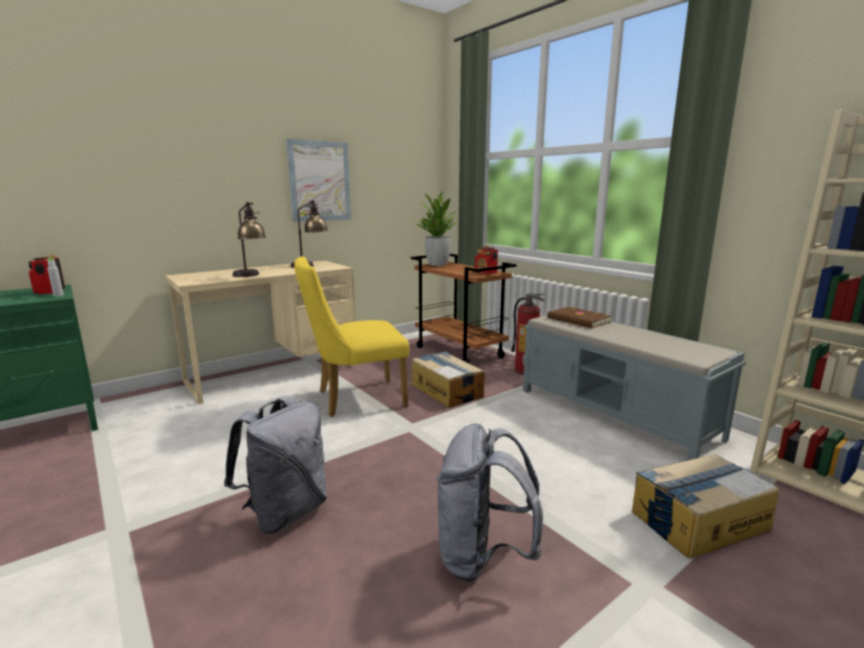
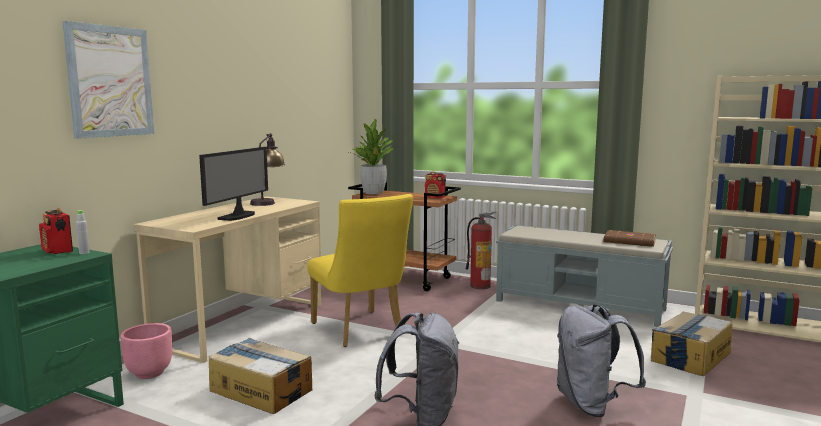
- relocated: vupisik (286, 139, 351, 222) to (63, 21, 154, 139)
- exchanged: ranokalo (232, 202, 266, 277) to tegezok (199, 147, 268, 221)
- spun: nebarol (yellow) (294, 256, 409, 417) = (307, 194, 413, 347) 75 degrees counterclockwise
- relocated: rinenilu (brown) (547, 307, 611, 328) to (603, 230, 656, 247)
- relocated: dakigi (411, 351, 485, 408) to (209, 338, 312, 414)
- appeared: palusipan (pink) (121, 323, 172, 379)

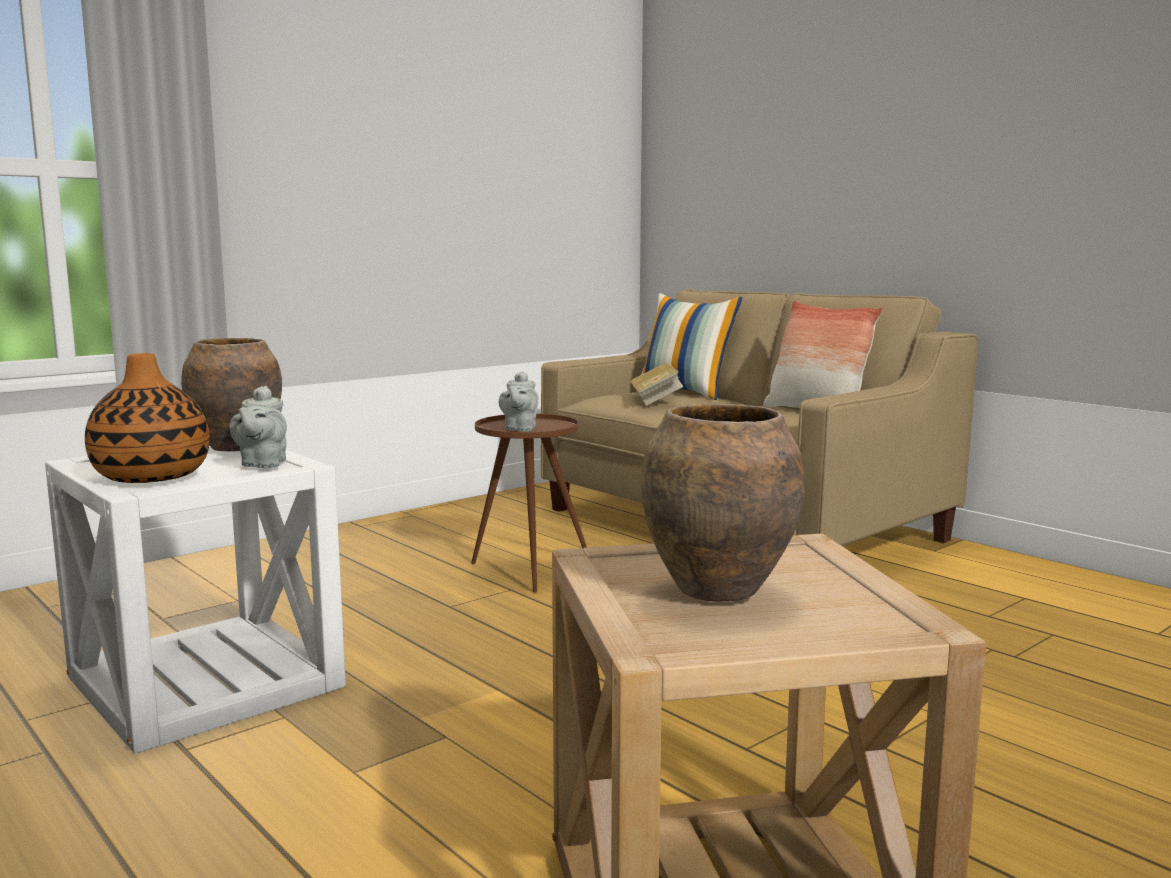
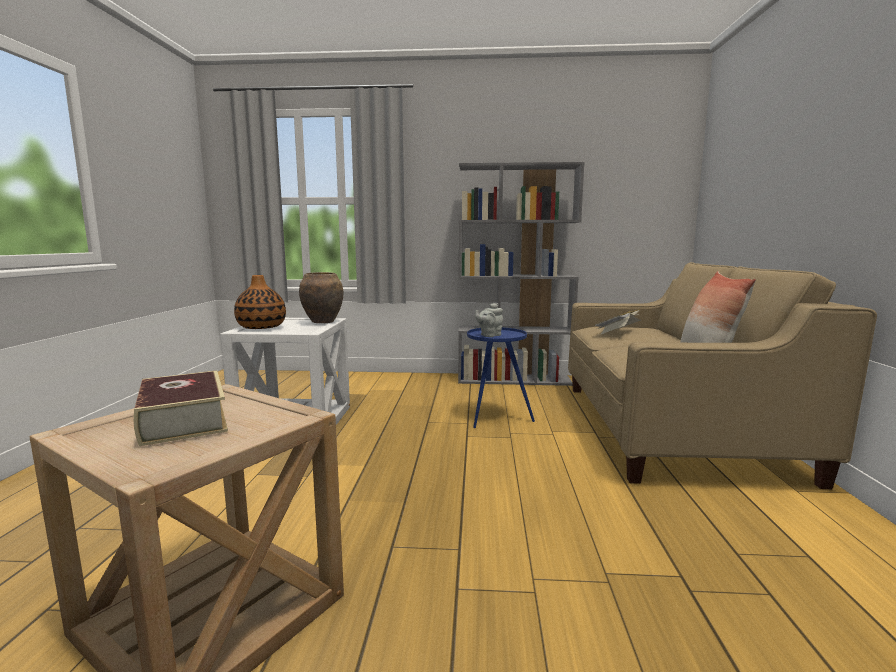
- missing: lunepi (641, 293, 742, 400)
- missing: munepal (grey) (230, 386, 287, 469)
- exchanged: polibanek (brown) (641, 404, 805, 602) to rinenilu (134, 370, 228, 446)
- colour: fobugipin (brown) (471, 414, 587, 592) to fobugipin (blue) (467, 327, 535, 428)
- appeared: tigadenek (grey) (458, 162, 585, 386)

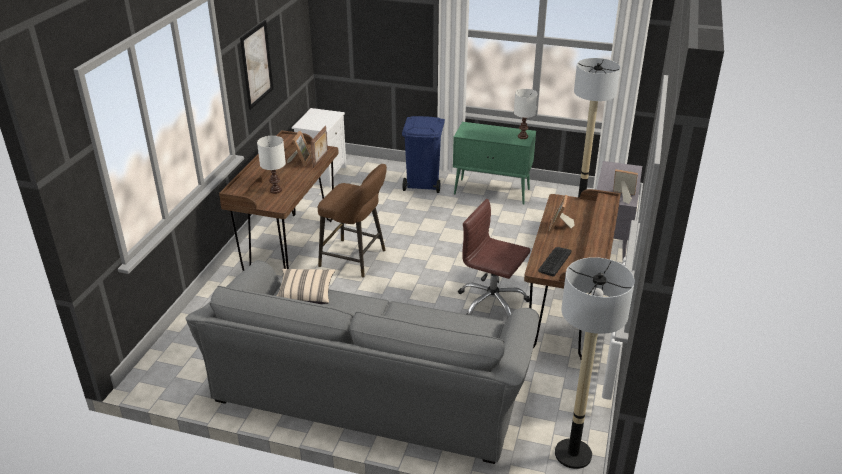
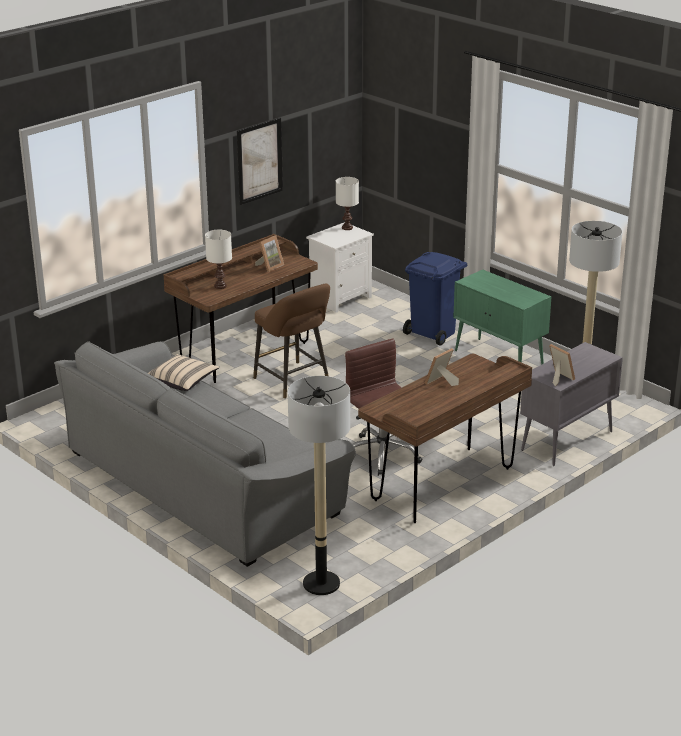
- relocated: ranokalo (white) (514, 89, 538, 139) to (336, 177, 359, 230)
- missing: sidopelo (311, 126, 328, 168)
- missing: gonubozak (538, 247, 571, 277)

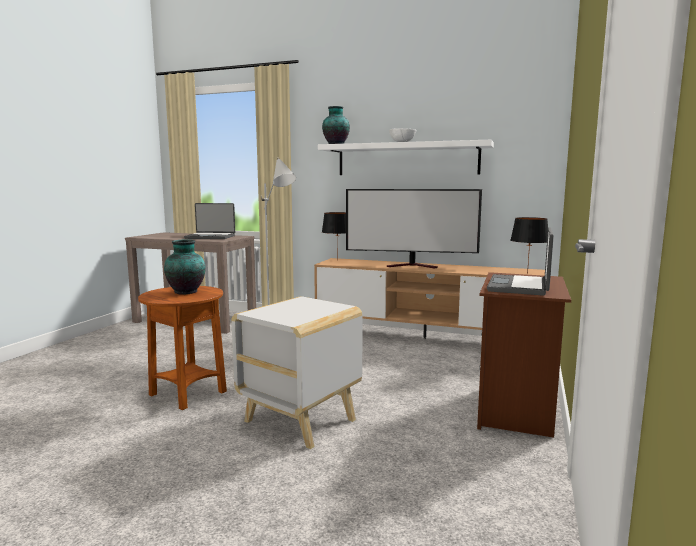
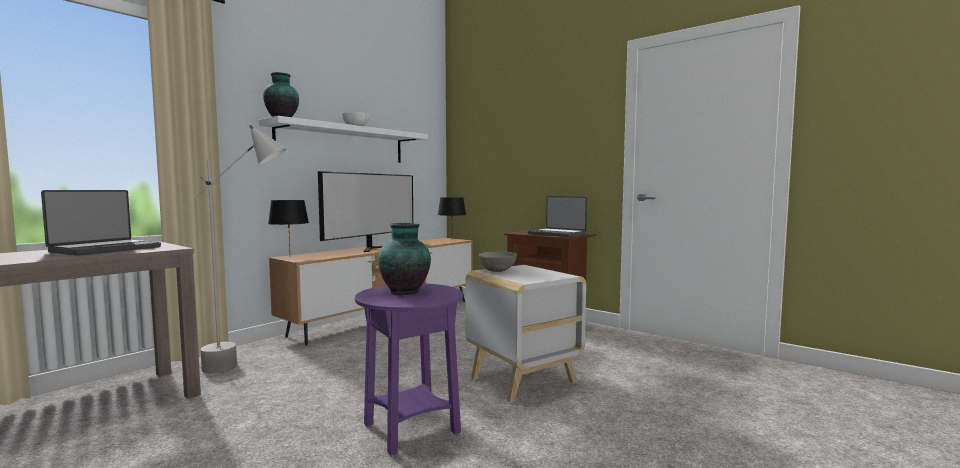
- colour: fobugipin (brown) (138, 286, 227, 410) to fobugipin (purple) (355, 284, 463, 456)
- appeared: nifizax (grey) (478, 252, 517, 272)

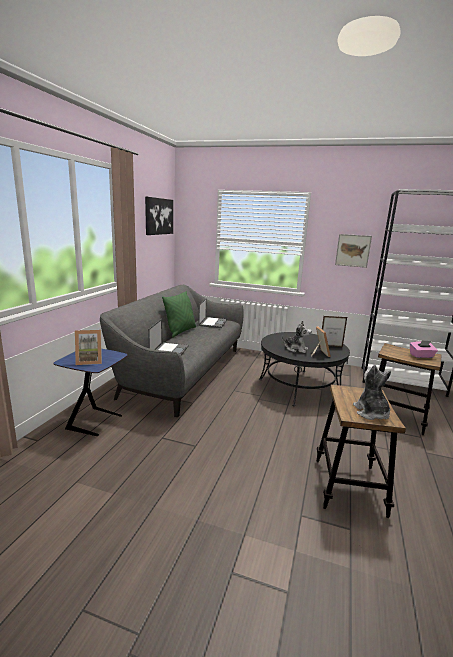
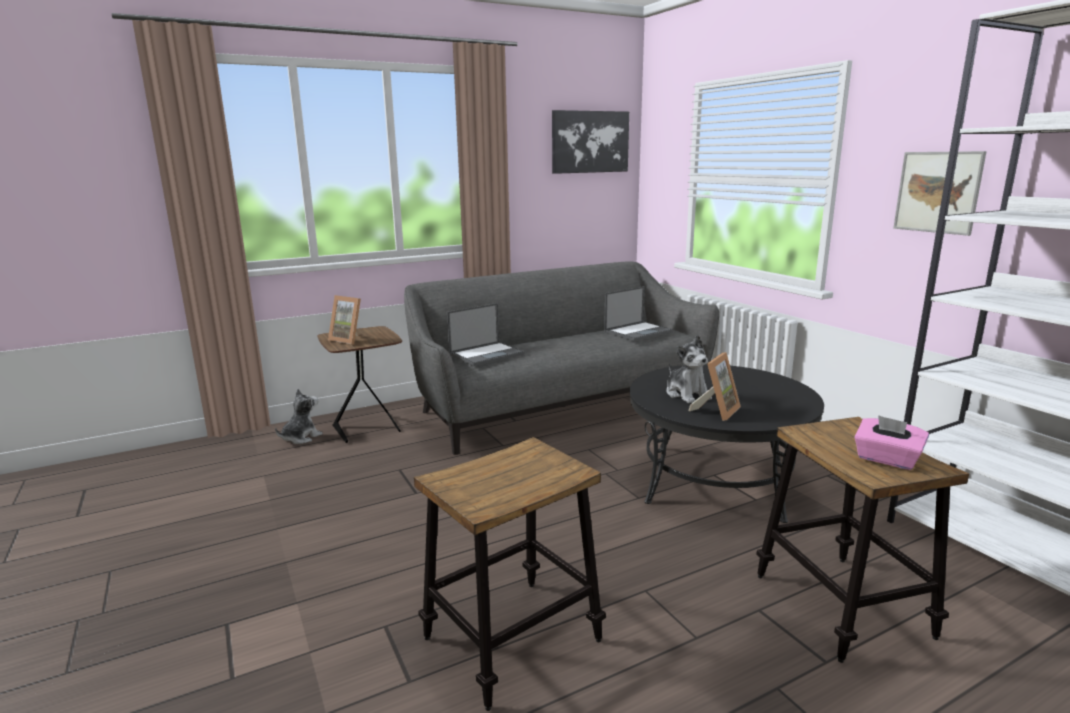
- missing: lunepi (green) (162, 291, 196, 338)
- missing: sidopelo (322, 316, 347, 347)
- colour: fobugipin (blue) (53, 349, 128, 436) to fobugipin (brown) (318, 326, 402, 443)
- relocated: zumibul (353, 365, 391, 420) to (275, 388, 323, 444)

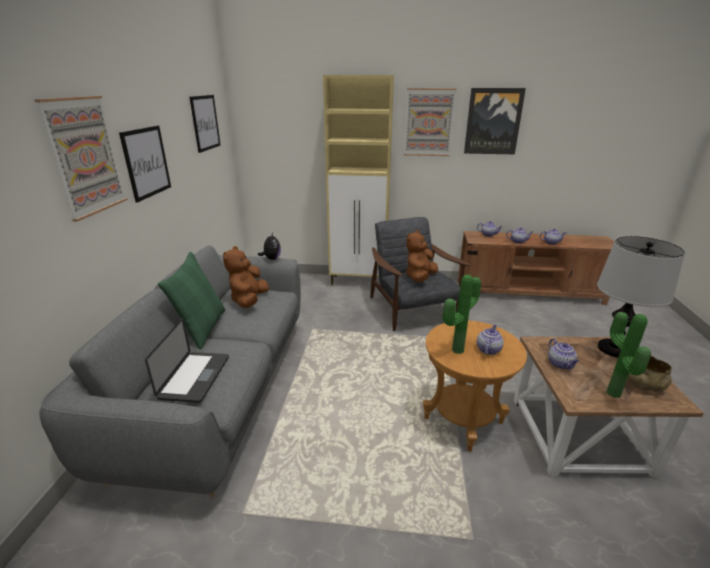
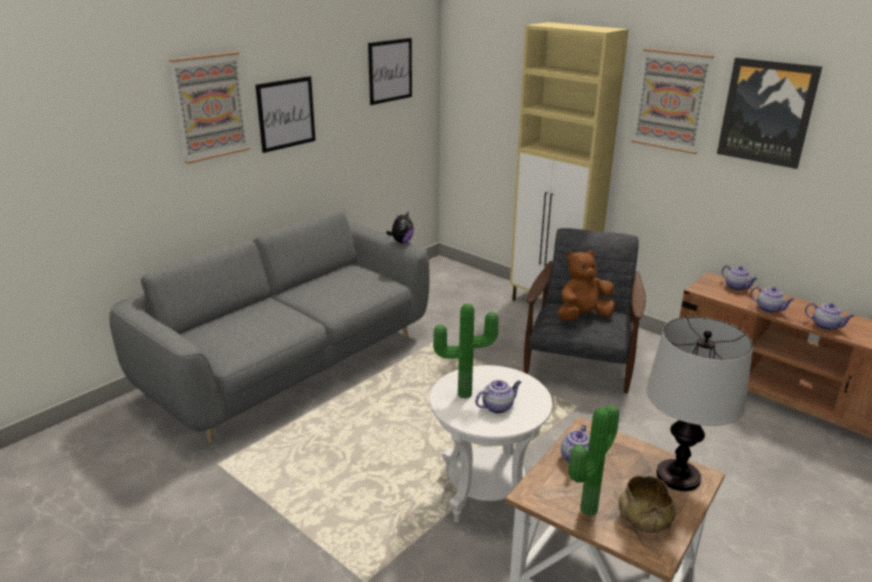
- missing: zumibul (brown) (223, 246, 269, 308)
- missing: lunepi (green) (158, 252, 225, 349)
- missing: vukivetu (145, 318, 229, 403)
- colour: fobugipin (brown) (423, 321, 527, 452) to fobugipin (white) (430, 365, 552, 523)

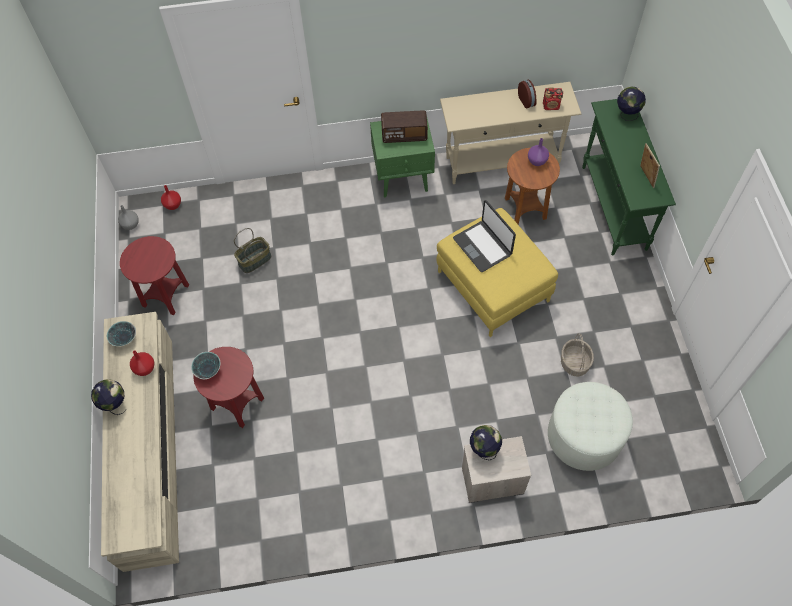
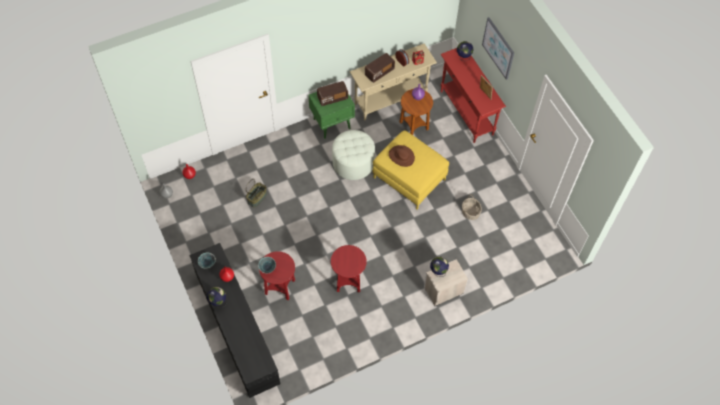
- colour: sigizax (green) (582, 99, 676, 255) to sigizax (red) (441, 48, 506, 143)
- exchanged: vukivetu (453, 200, 516, 272) to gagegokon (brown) (389, 145, 415, 167)
- relocated: fobugipin (red) (120, 236, 189, 315) to (331, 245, 367, 292)
- colour: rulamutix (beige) (101, 312, 179, 572) to rulamutix (black) (189, 243, 280, 398)
- relocated: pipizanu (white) (548, 382, 633, 471) to (332, 130, 375, 180)
- appeared: vupisik (482, 17, 514, 80)
- appeared: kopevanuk (365, 53, 395, 83)

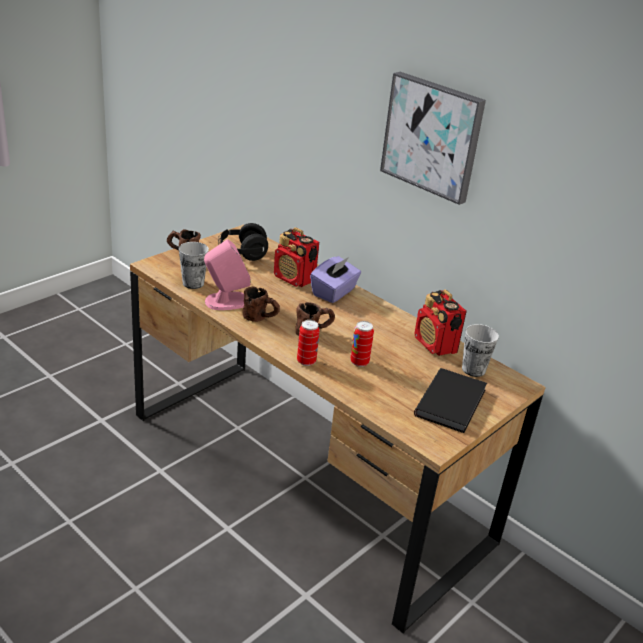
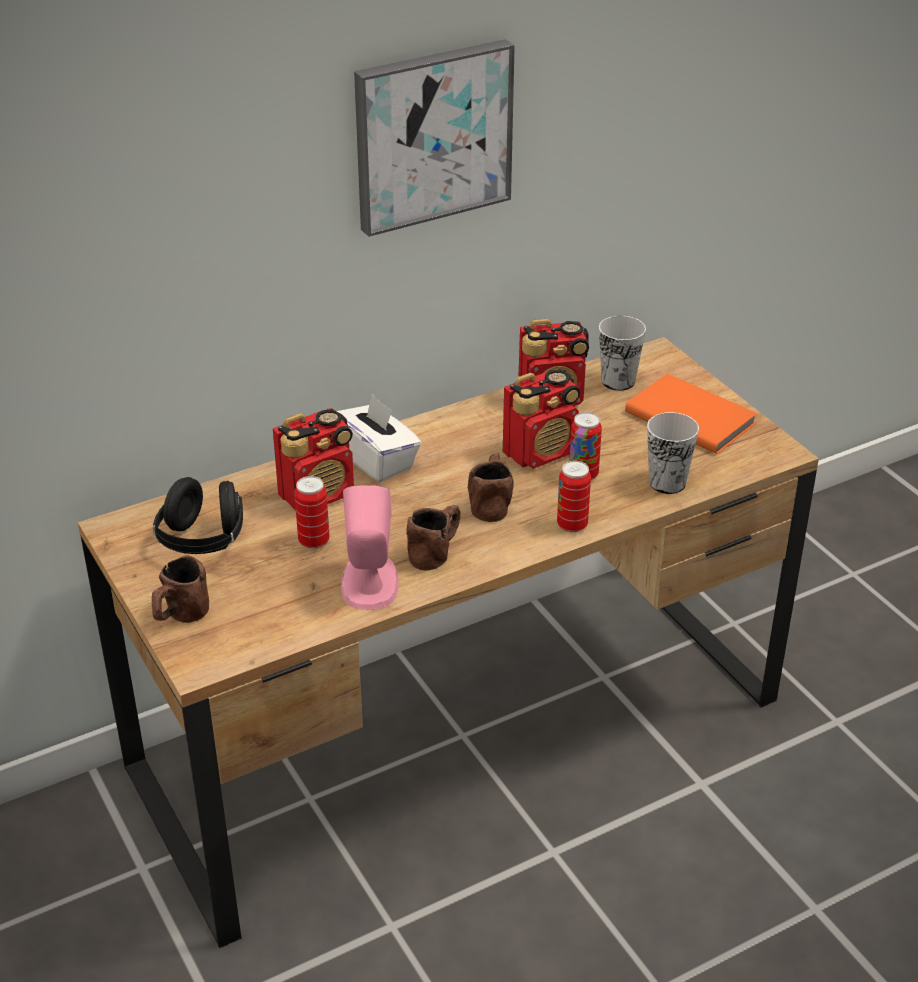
- relocated: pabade (179, 242, 209, 289) to (647, 412, 699, 494)
- colour: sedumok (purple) (310, 256, 361, 303) to sedumok (white) (337, 394, 421, 482)
- colour: rinenilu (black) (414, 368, 487, 433) to rinenilu (orange) (625, 374, 757, 454)
- appeared: kopevanuk (503, 369, 580, 469)
- appeared: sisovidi (294, 476, 330, 549)

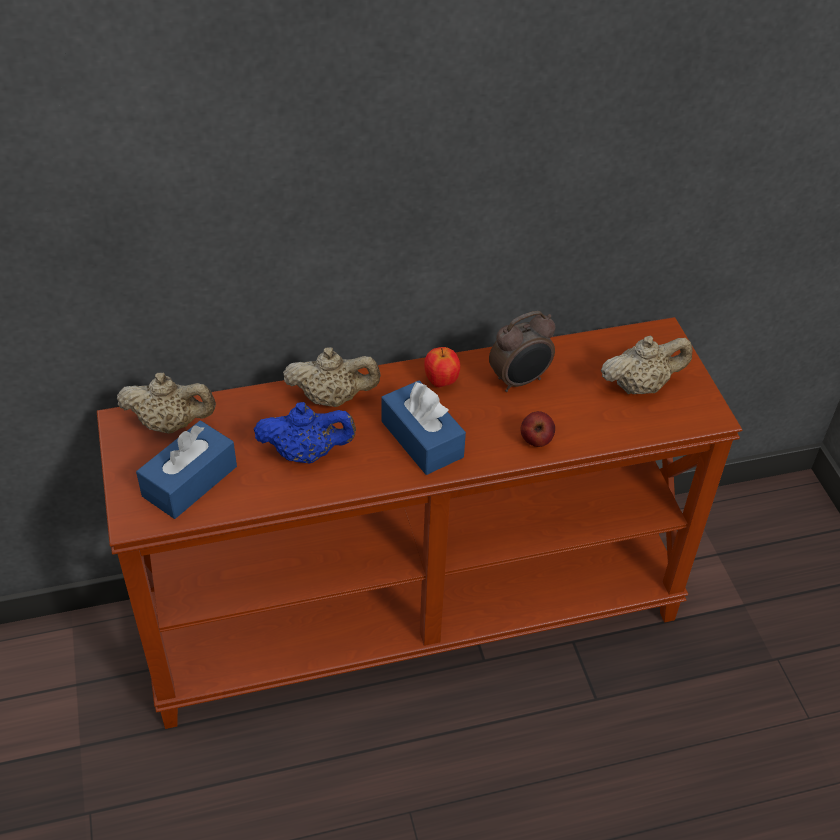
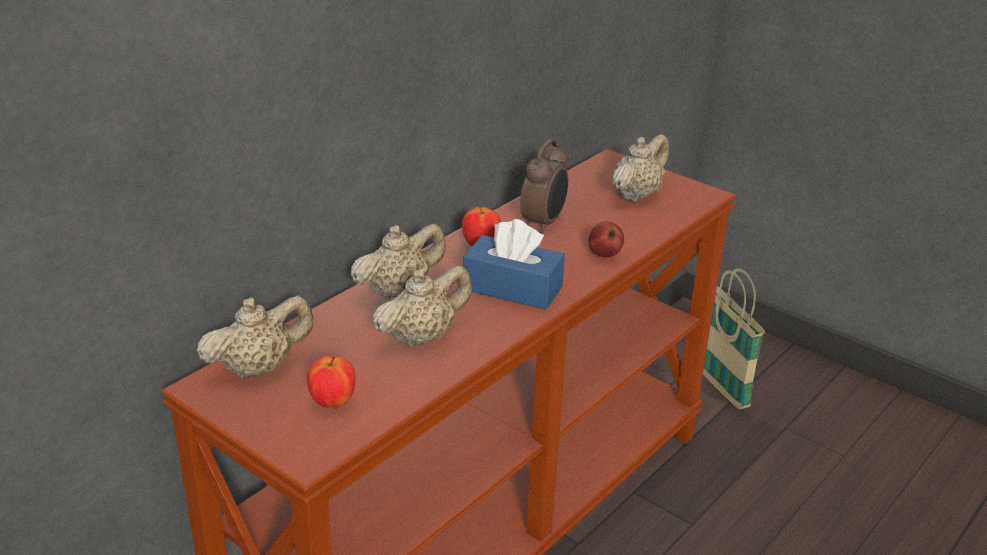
- colour: munepal (blue) (254, 402, 356, 463) to munepal (beige) (373, 265, 472, 347)
- exchanged: sedumok (blue) (136, 421, 237, 519) to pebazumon (307, 356, 356, 408)
- appeared: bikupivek (703, 268, 765, 409)

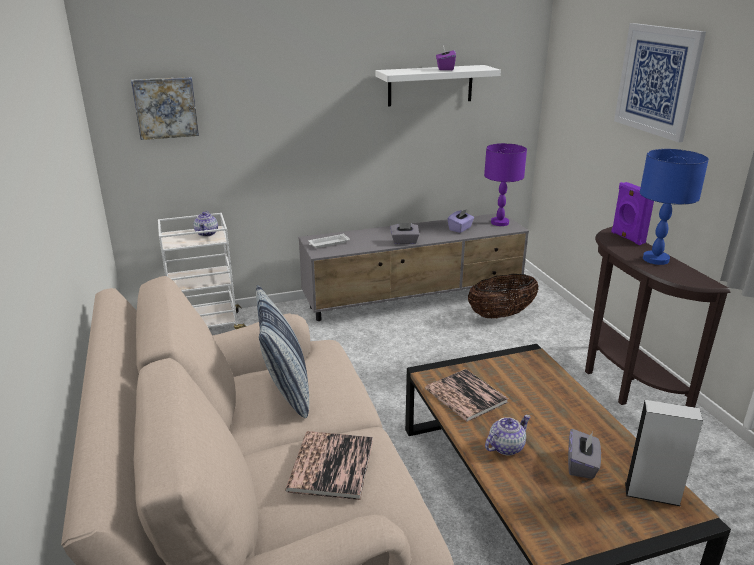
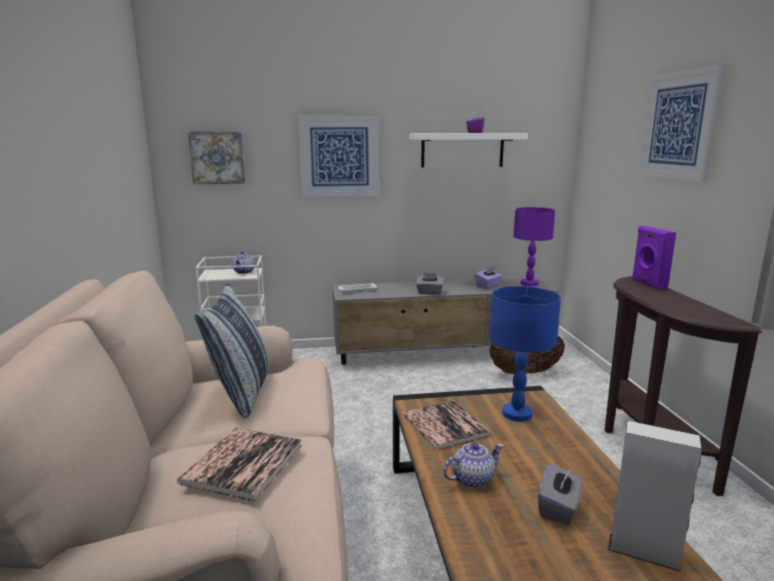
- relocated: ranokalo (blue) (640, 149, 709, 265) to (489, 286, 561, 422)
- appeared: vupisik (298, 115, 379, 197)

